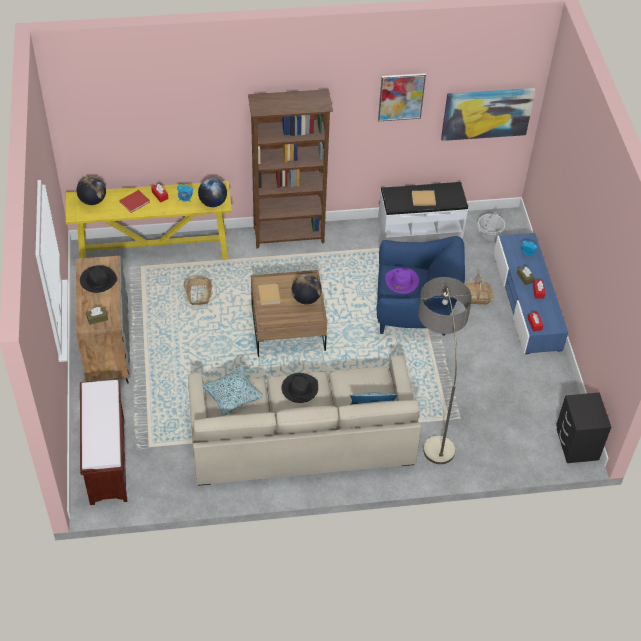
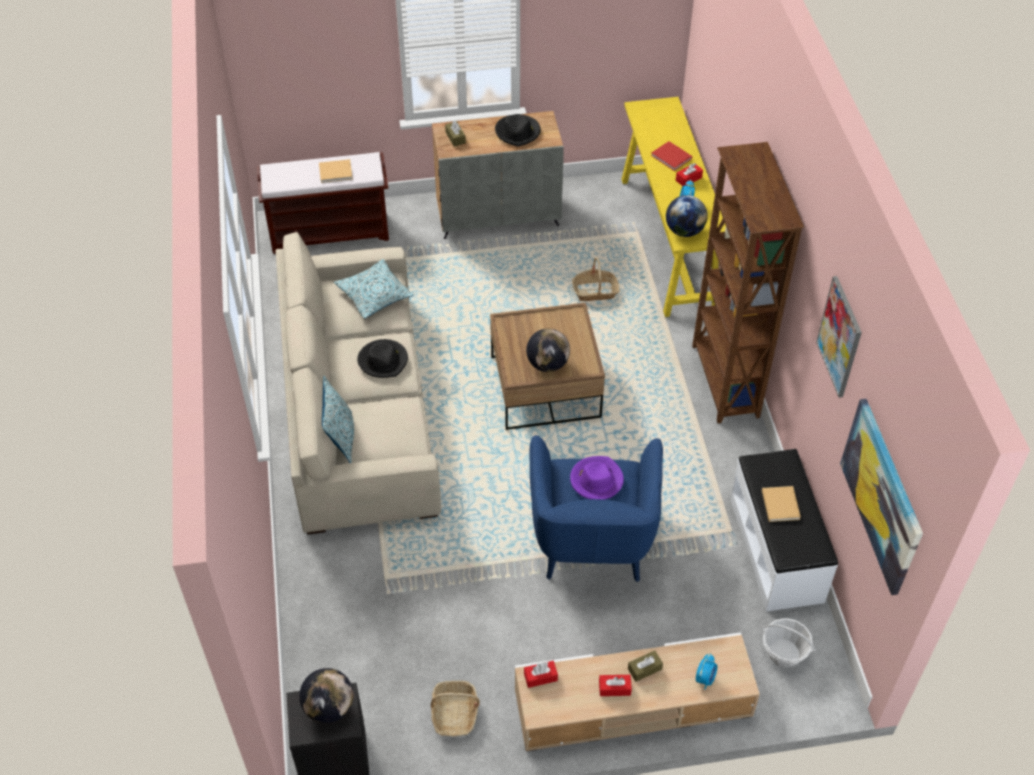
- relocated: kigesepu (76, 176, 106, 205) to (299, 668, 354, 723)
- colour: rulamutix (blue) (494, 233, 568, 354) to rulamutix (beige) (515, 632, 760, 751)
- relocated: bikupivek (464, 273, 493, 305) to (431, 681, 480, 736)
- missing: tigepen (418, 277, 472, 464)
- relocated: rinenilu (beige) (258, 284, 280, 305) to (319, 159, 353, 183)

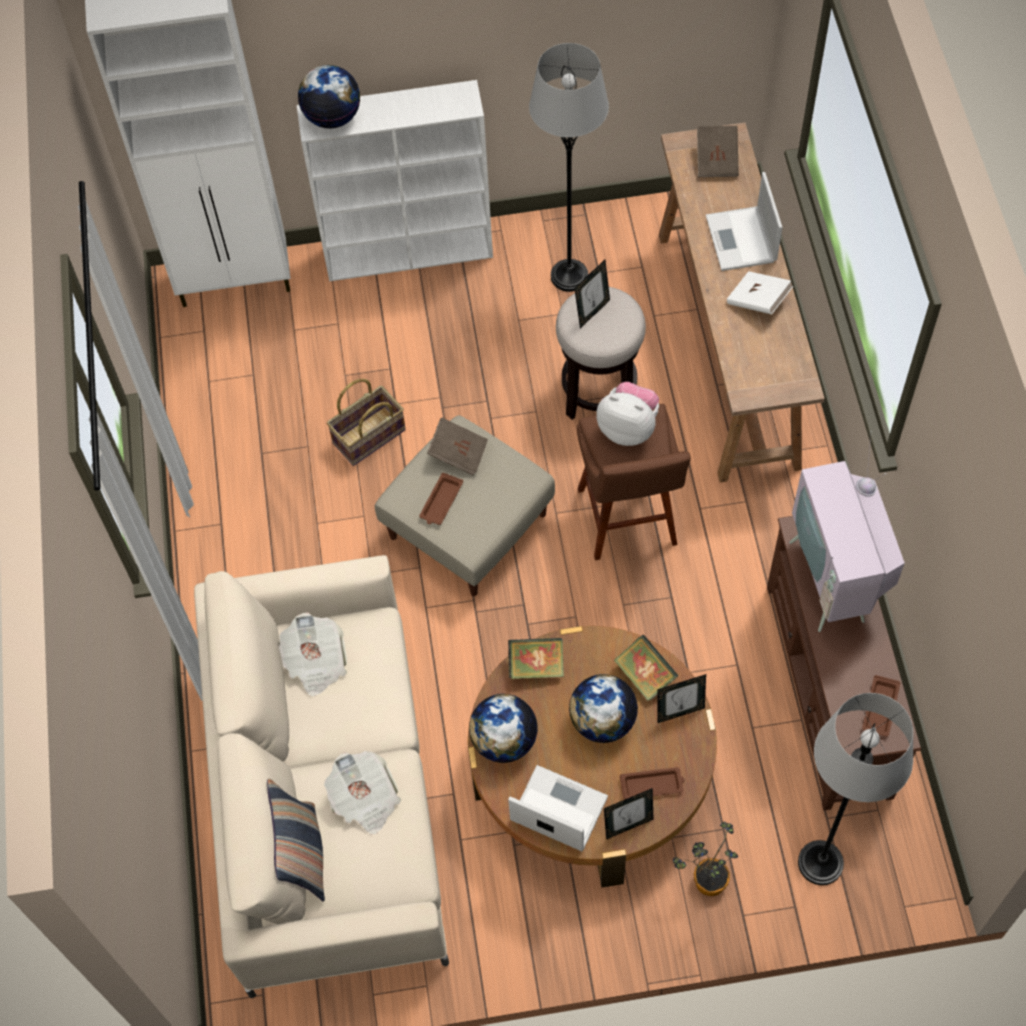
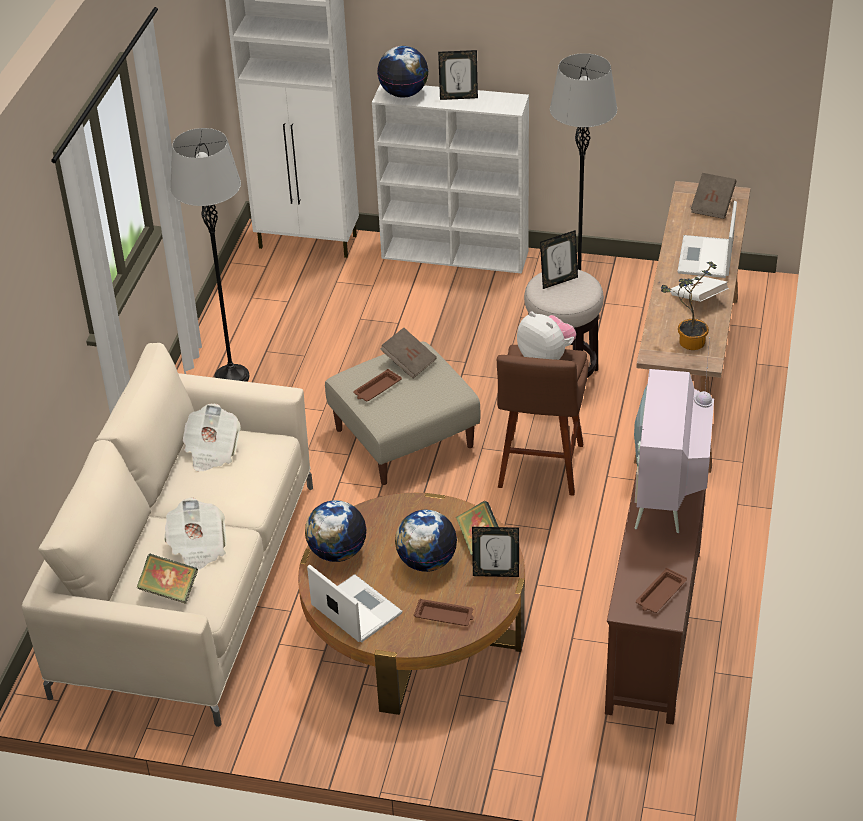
- missing: bikupivek (327, 379, 406, 466)
- relocated: rinenilu (508, 638, 564, 679) to (137, 553, 198, 604)
- relocated: tigepen (grey) (798, 693, 913, 885) to (170, 128, 249, 382)
- missing: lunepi (267, 778, 325, 902)
- relocated: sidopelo (604, 788, 654, 839) to (438, 50, 478, 100)
- relocated: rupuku (673, 822, 738, 896) to (661, 262, 717, 350)

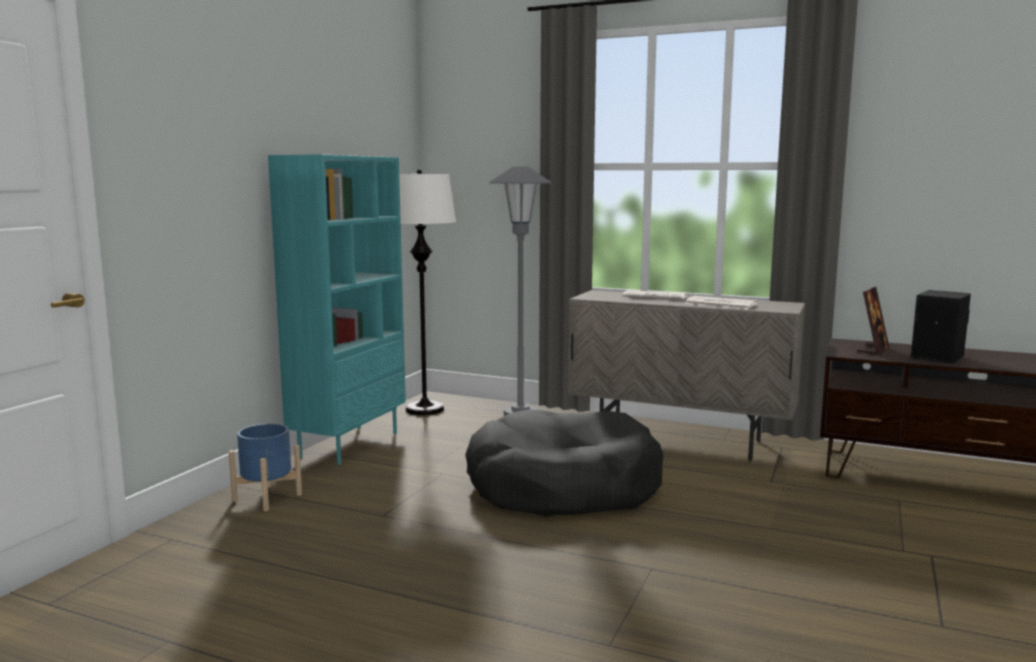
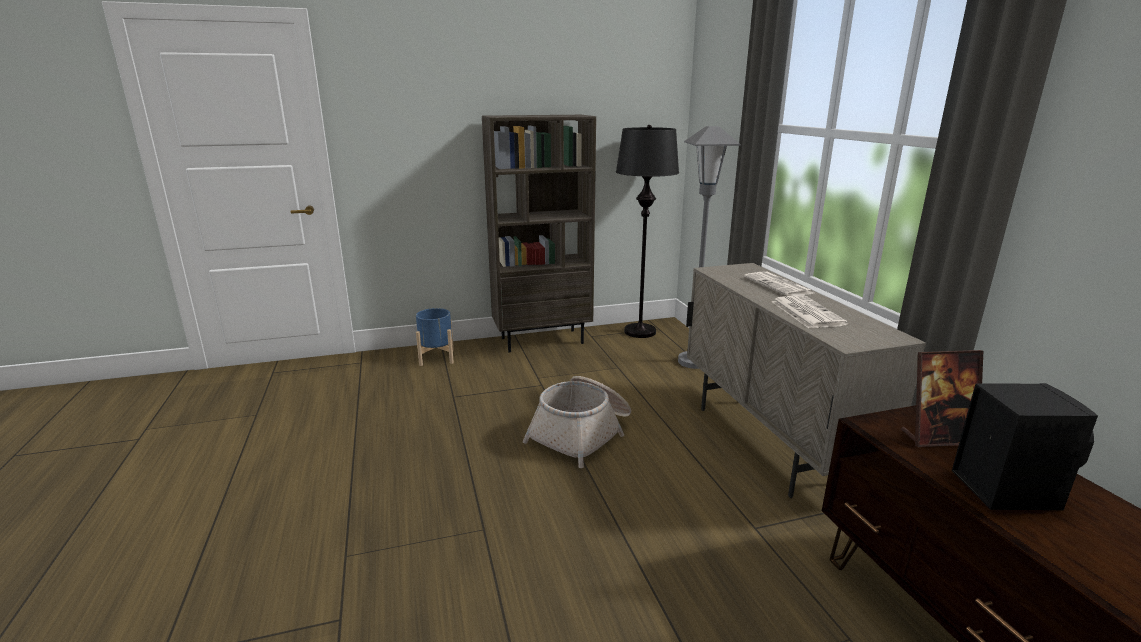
- colour: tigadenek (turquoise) (268, 154, 406, 465) to tigadenek (brown) (482, 115, 596, 352)
- colour: tigepen (white) (399, 169, 456, 415) to tigepen (black) (616, 125, 679, 338)
- exchanged: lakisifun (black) (465, 409, 663, 516) to bikupivek (523, 376, 631, 468)

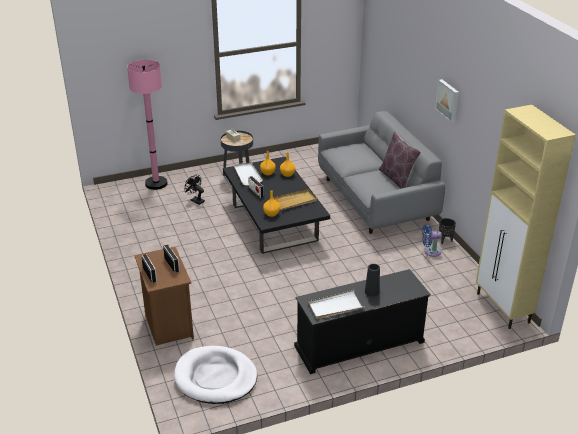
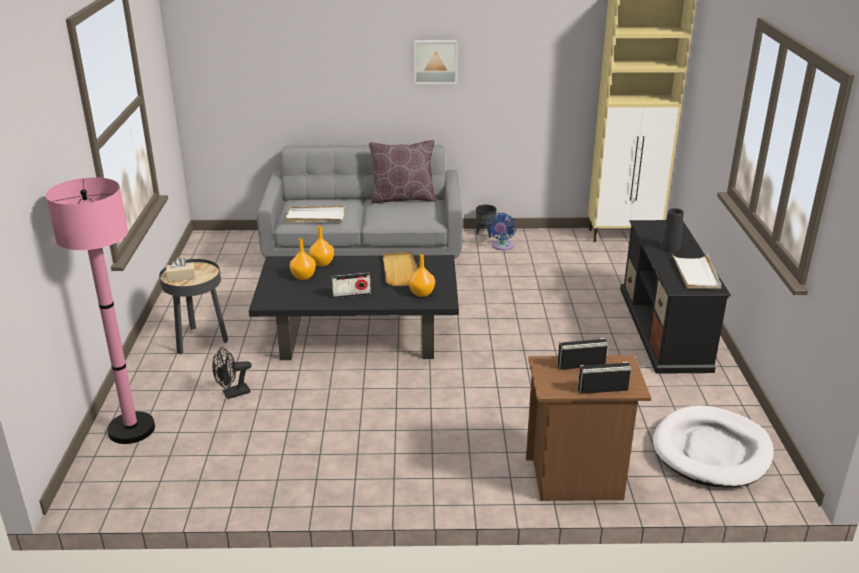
- relocated: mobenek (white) (234, 162, 263, 185) to (285, 206, 345, 222)

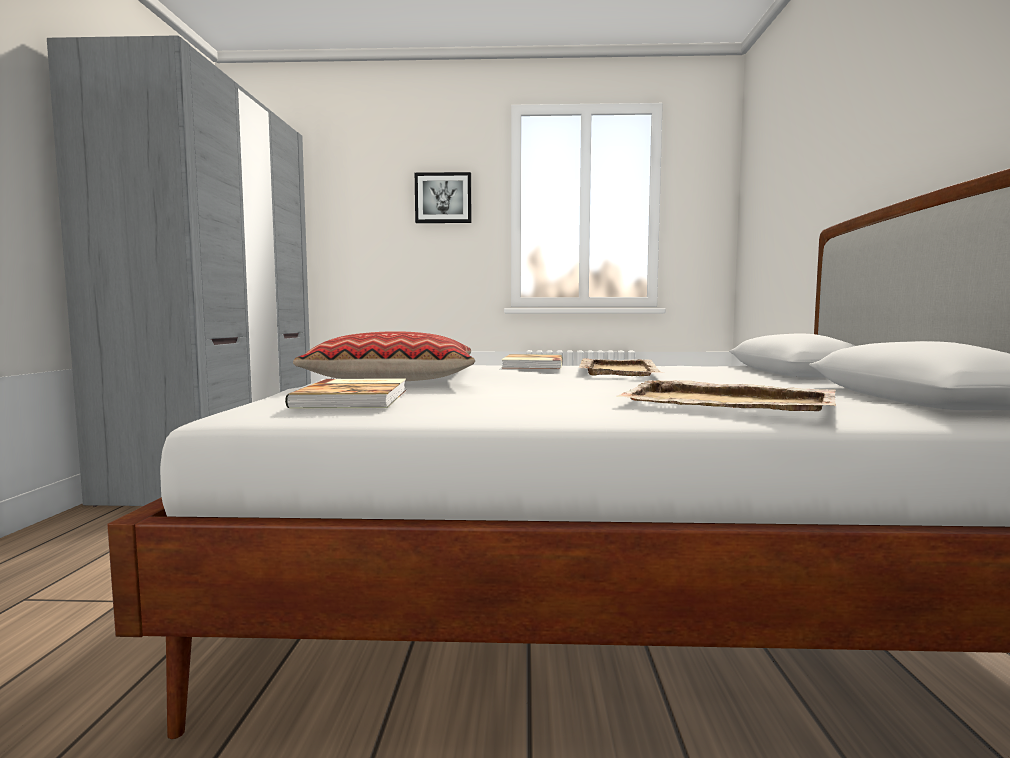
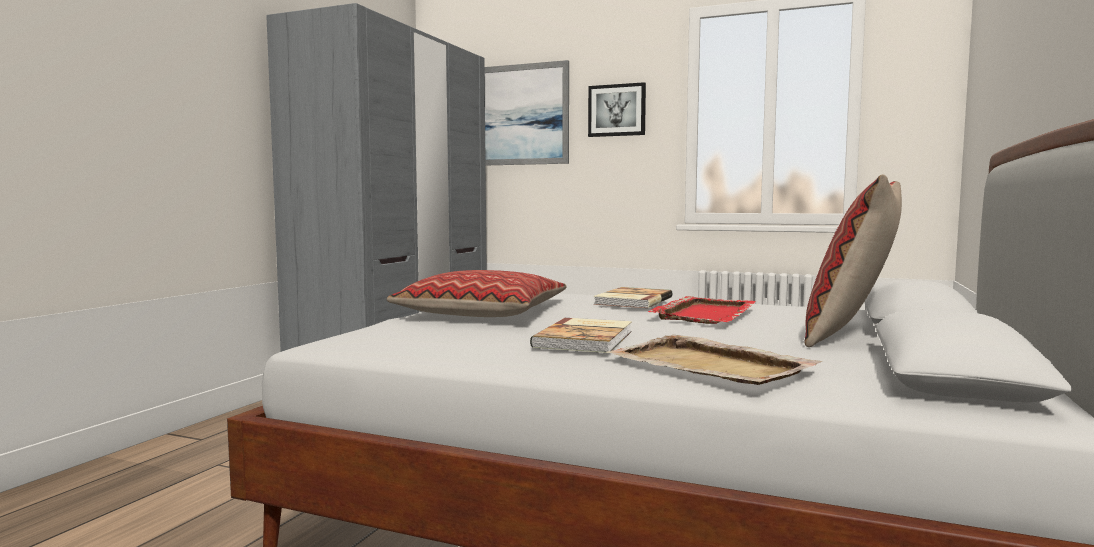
- colour: mobenek (beige) (579, 358, 664, 376) to mobenek (red) (648, 296, 757, 324)
- relocated: rinenilu (285, 378, 406, 409) to (530, 318, 632, 353)
- appeared: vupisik (485, 60, 569, 165)
- appeared: lunepi (804, 174, 902, 347)

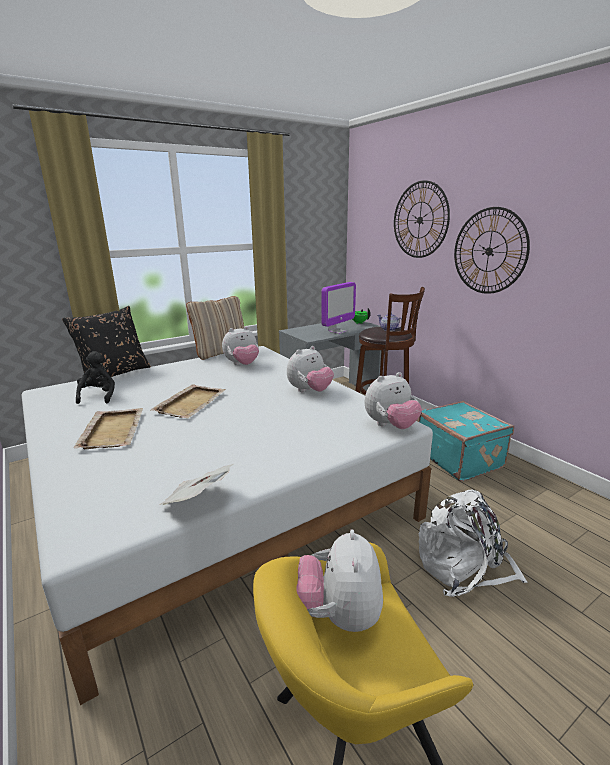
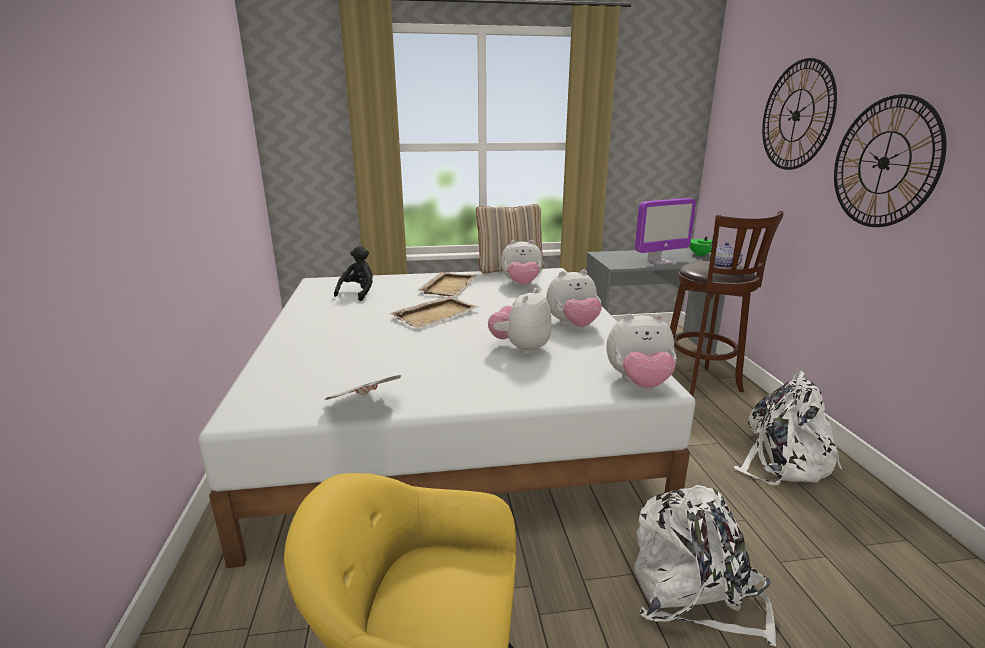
- missing: lunepi (black) (62, 306, 151, 387)
- exchanged: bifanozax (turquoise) (418, 401, 514, 481) to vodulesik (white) (733, 370, 842, 485)
- relocated: mobenek (beige) (74, 408, 143, 449) to (417, 272, 477, 296)
- relocated: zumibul (297, 529, 383, 632) to (488, 288, 552, 355)

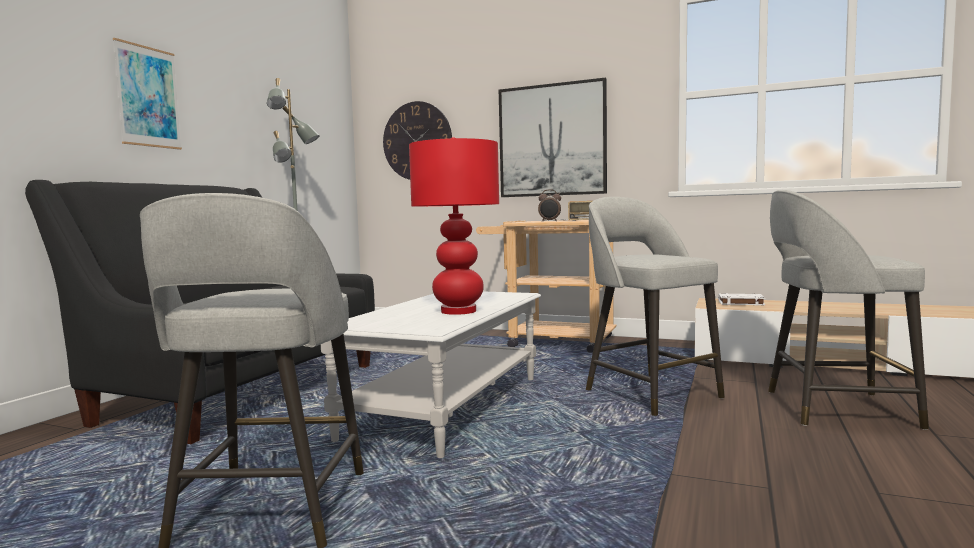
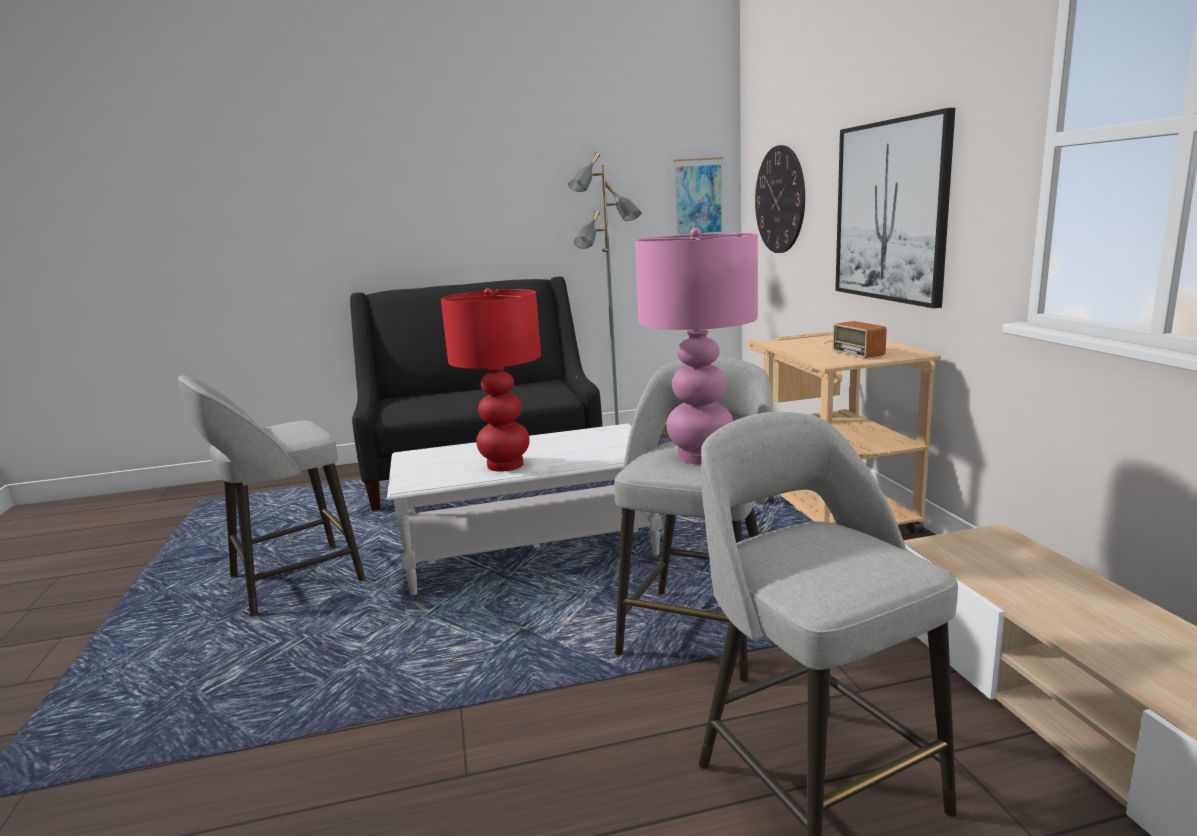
- relocated: vupisik (113, 38, 182, 150) to (673, 157, 724, 235)
- missing: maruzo (538, 189, 561, 221)
- missing: rinenilu (white) (718, 293, 765, 306)
- appeared: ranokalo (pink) (635, 227, 758, 464)

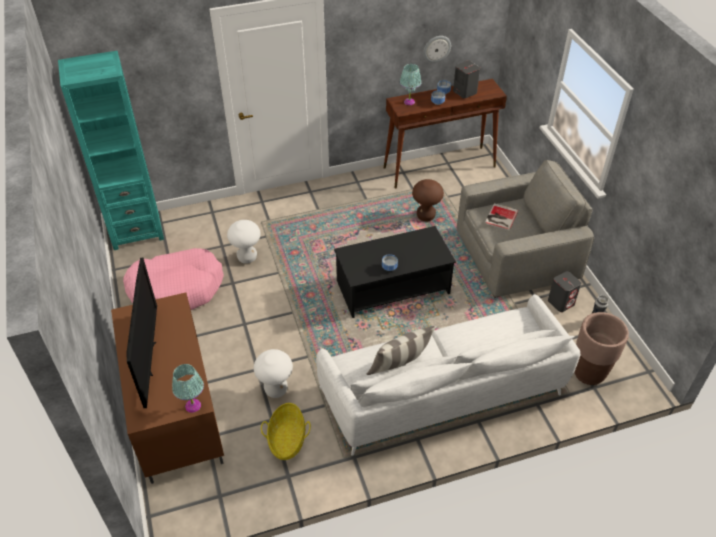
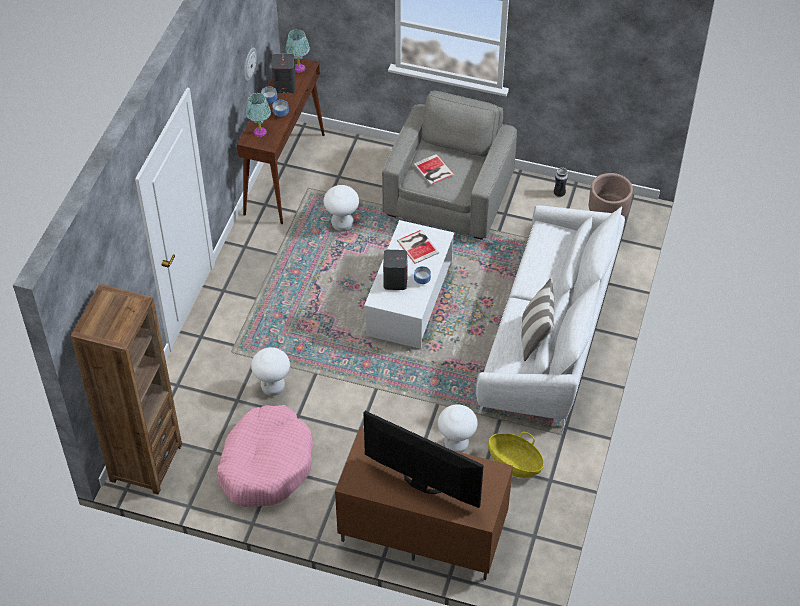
- colour: tigadenek (turquoise) (58, 51, 164, 250) to tigadenek (brown) (71, 284, 182, 495)
- colour: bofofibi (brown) (412, 179, 444, 221) to bofofibi (white) (324, 185, 359, 231)
- colour: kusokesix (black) (334, 226, 456, 318) to kusokesix (white) (364, 220, 454, 349)
- relocated: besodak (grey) (548, 271, 581, 312) to (383, 250, 408, 290)
- relocated: ranokalo (turquoise) (172, 364, 204, 413) to (286, 29, 310, 73)
- appeared: rinenilu (397, 230, 439, 264)

